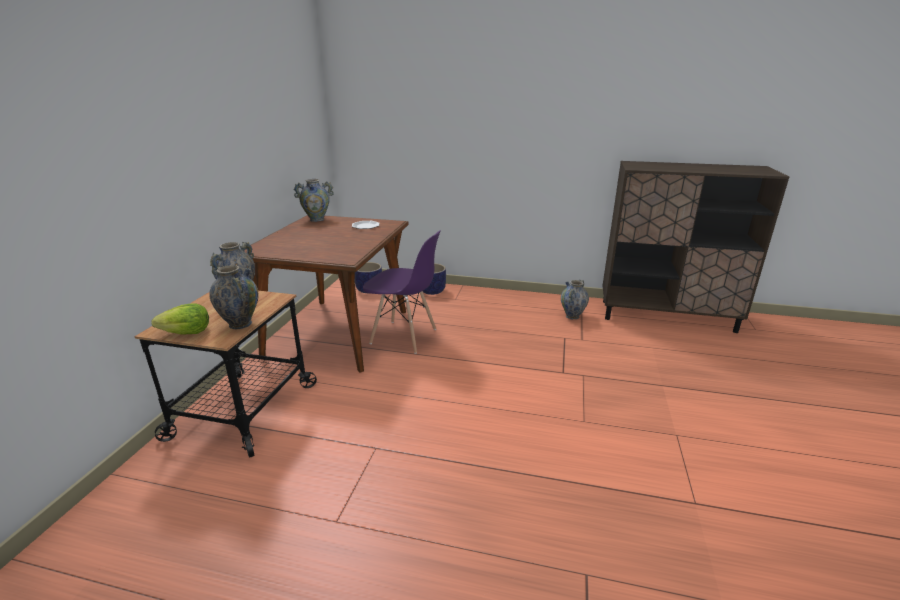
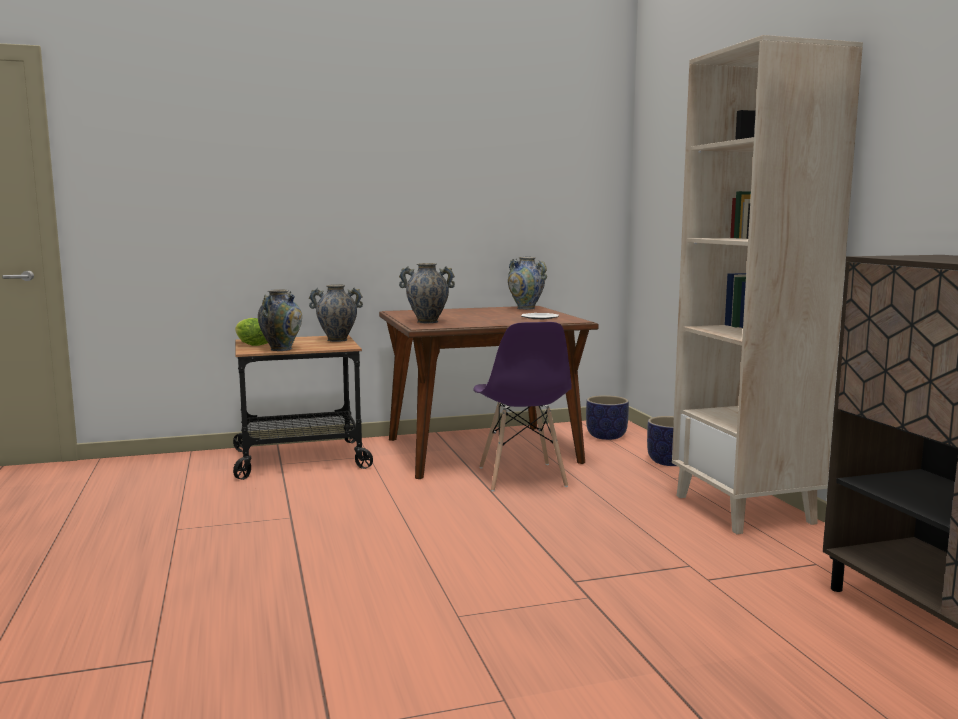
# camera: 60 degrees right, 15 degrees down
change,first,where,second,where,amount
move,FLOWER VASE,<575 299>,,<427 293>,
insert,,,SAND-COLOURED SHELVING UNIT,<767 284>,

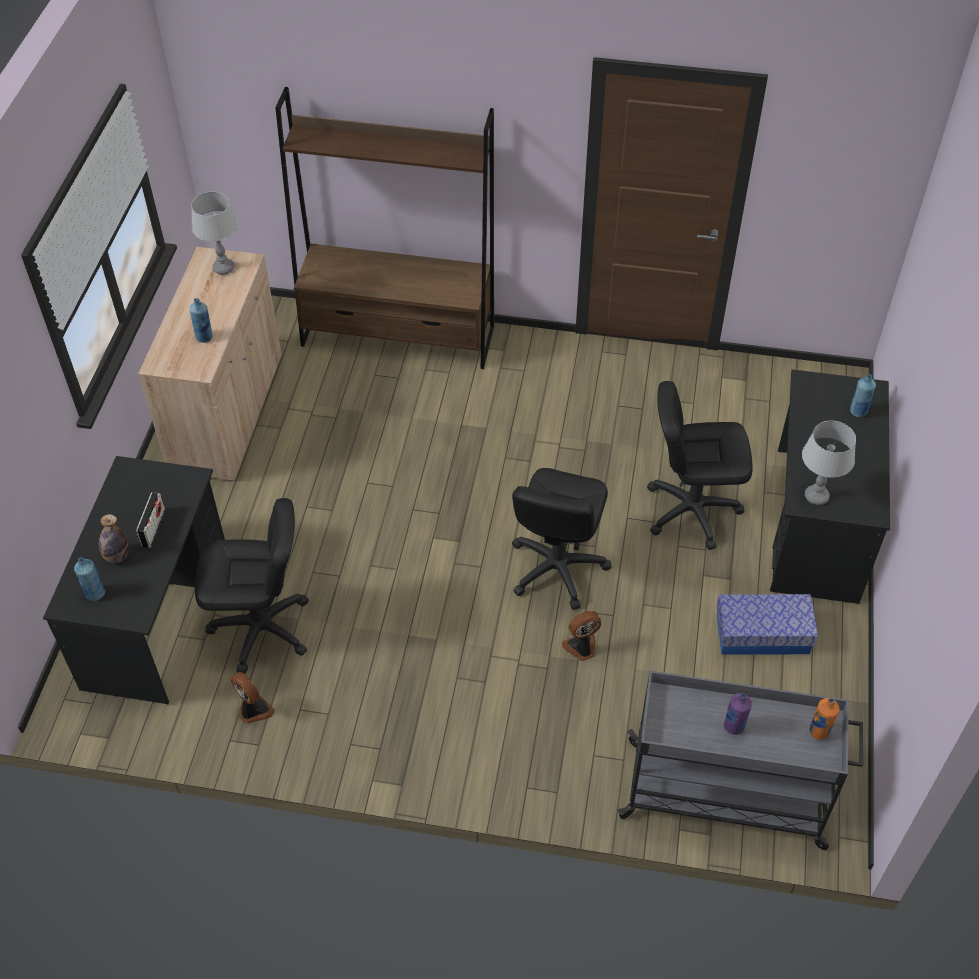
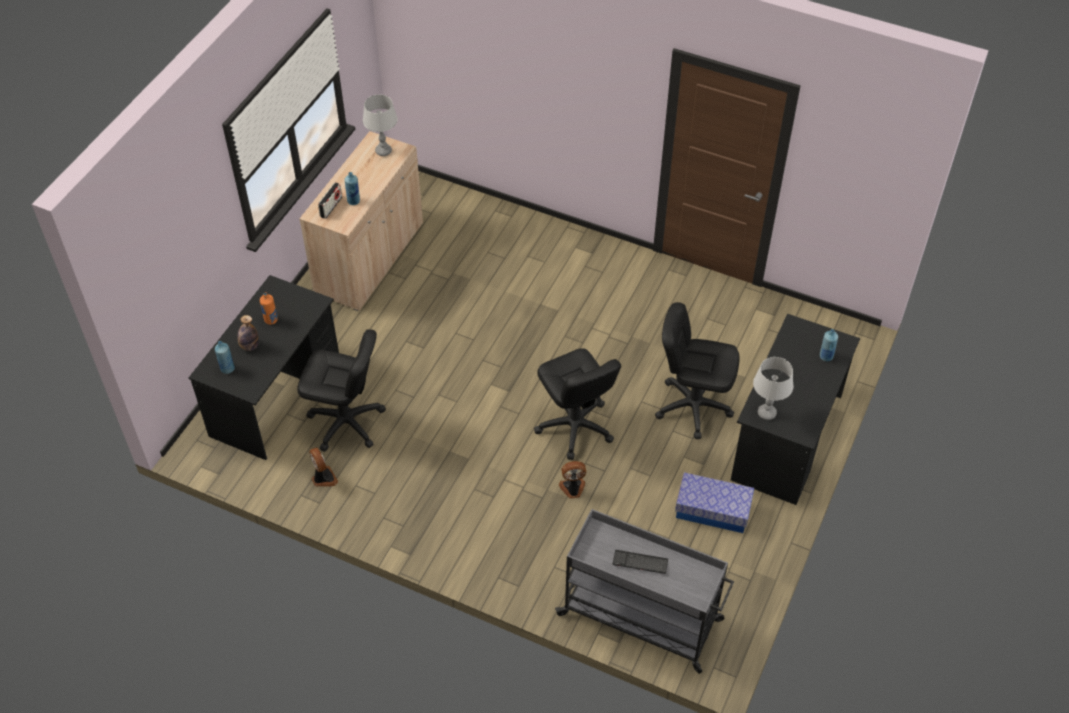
# camera: 15 degrees right, 0 degrees up
change,first,where,second,where,amount
move,ORANGE-COLOURED BEVERAGE BOTTLE,<824 719>,,<269 309>,
move,RADIO RECEIVER,<150 520>,,<330 200>,
rotate,BLACKISH COMPUTER CHAIR,<561 539>,,<577 404>,60 degrees counterclockwise
replace,PURPLE BEVERAGE BOTTLE,<738 714>,KEYBOARD,<640 562>,
delete,BROWN-COLOURED SHELVING UNIT,<384 228>,,,

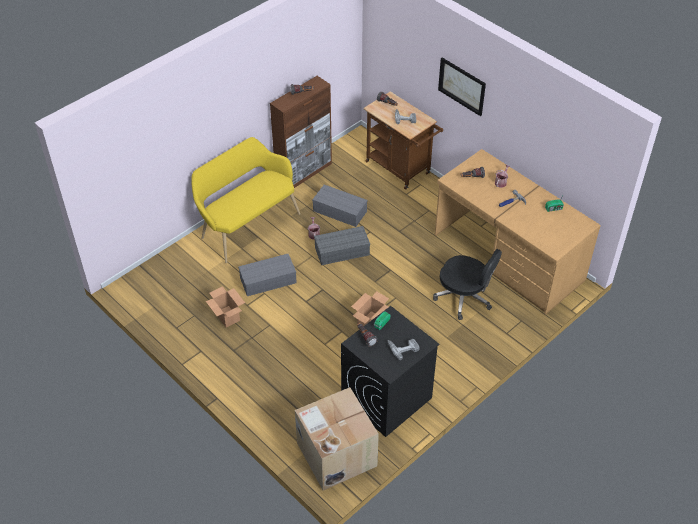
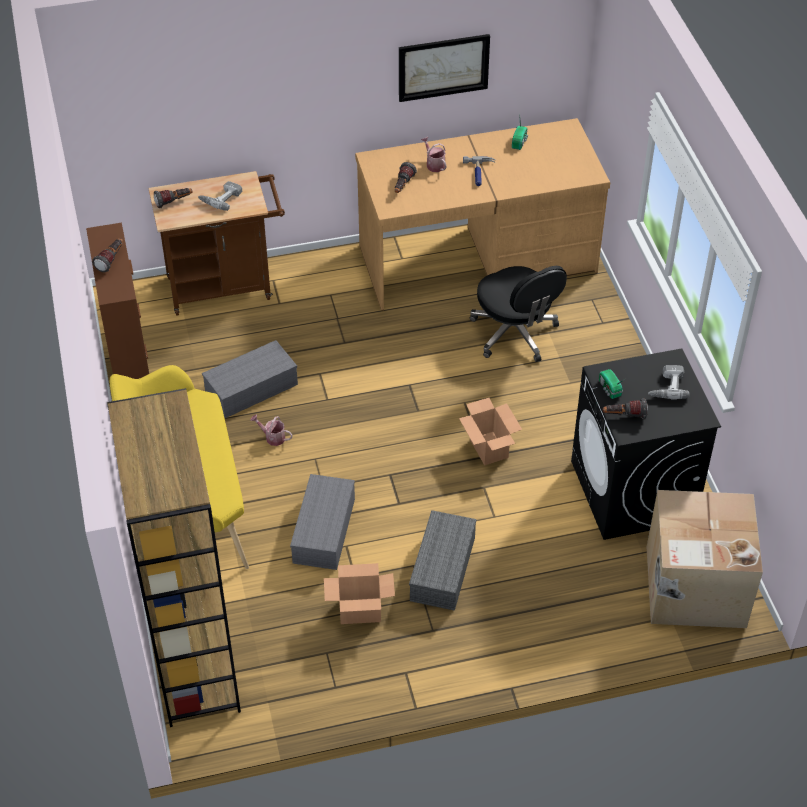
# camera: 60 degrees left, 0 degrees up
change,first,where,second,where,amount
insert,,,BROWN-COLOURED SHELVING UNIT,<174 557>,
move,WALL PICTURE,<462 87>,,<444 68>,
move,GREYISH STORAGE BOX,<342 245>,,<442 560>,
rotate,BLACKISH COMPUTER CHAIR,<467 284>,,<518 314>,90 degrees clockwise

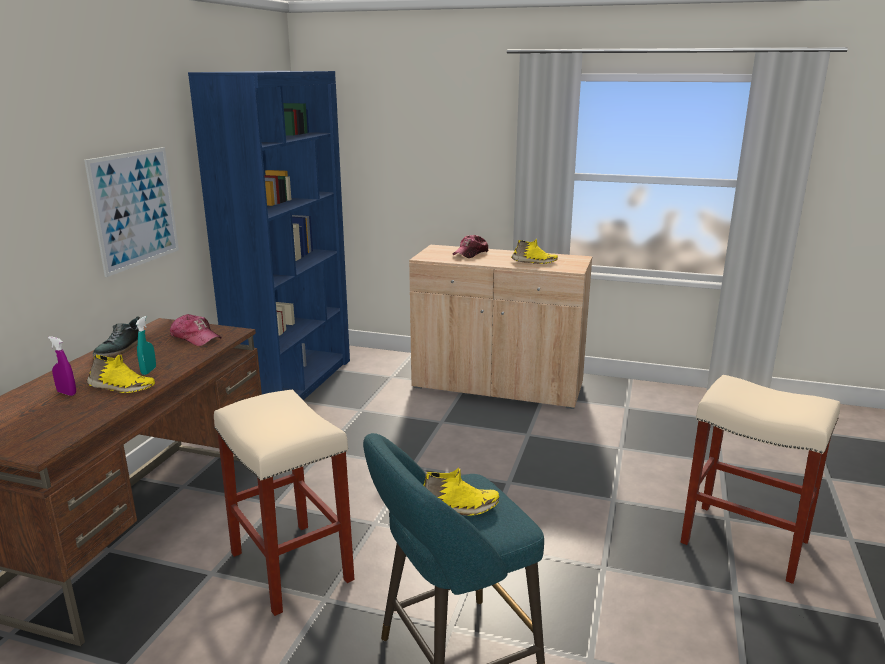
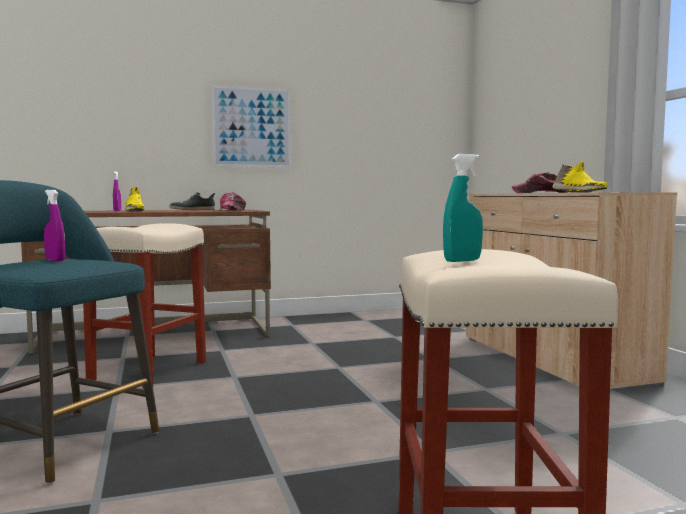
# camera: 55 degrees right, 15 degrees down
change,first,where,second,where,amount
replace,YELLOW-COLOURED ITEM OF FOOTWEAR,<461 492>,PURPLE SPRAY BOTTLE,<54 225>,
move,BLUE-GREEN SPRAY BOTTLE,<146 345>,,<463 208>,
delete,BLUE SHELVING UNIT,<269 235>,,,

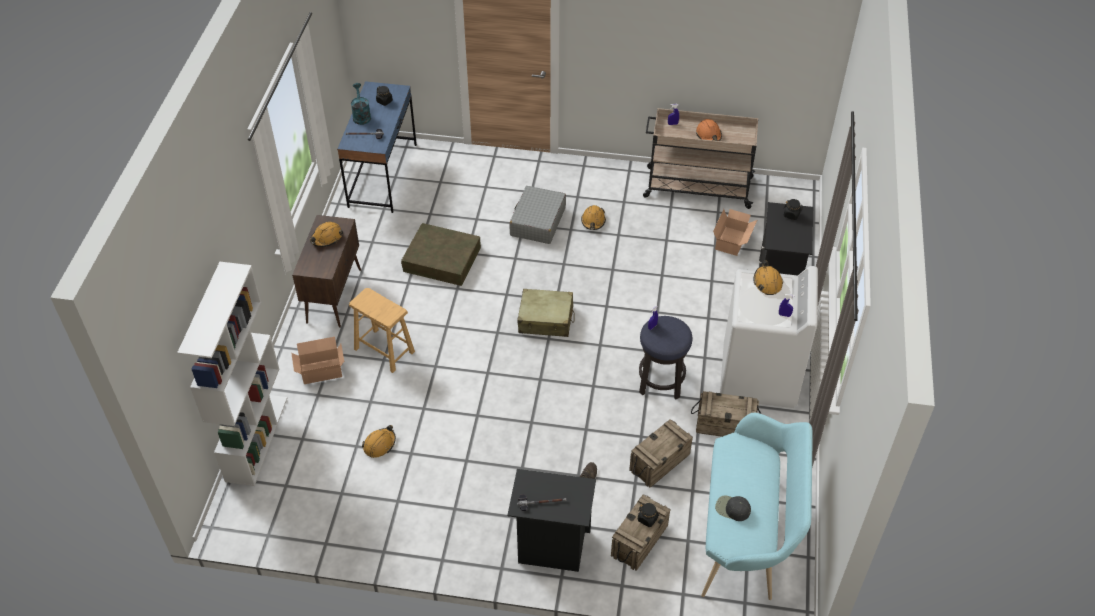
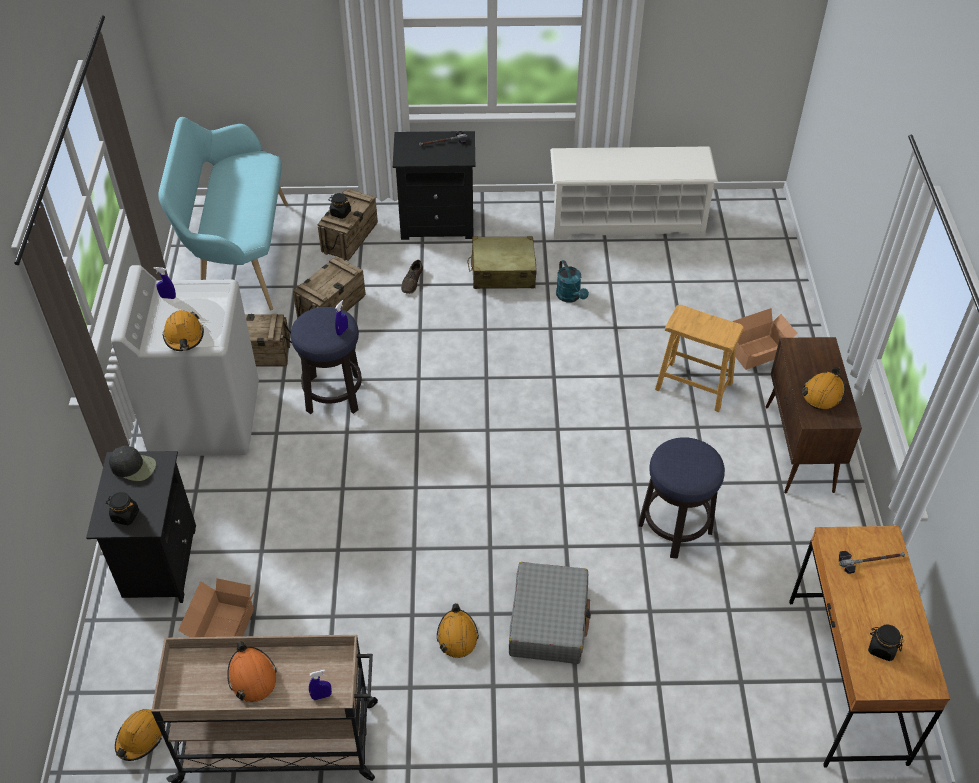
# camera: 170 degrees right, 0 degrees up
change,first,where,second,where,amount
move,BLACKISH BASEBALL CAP,<733 508>,,<132 463>,
move,ORANGE-COLOURED SAFETY HELMET,<379 441>,,<140 735>,
move,SAND-COLOURED SUITCASE,<546 313>,,<502 262>,
insert,,,WHITE SHOE STAND,<634 193>,
move,BLUE-GREEN SPRINKLING CAN,<361 104>,,<572 281>,
replace,BROWN-COLOURED STORAGE BOX,<441 254>,SITTING STOOL,<682 498>,
recolor,BLUE DESK TABLE,<377 147>,BROWN-COLOURED DESK TABLE,<869 646>,
delete,WHITE SHELVING UNIT,<232 374>,,,

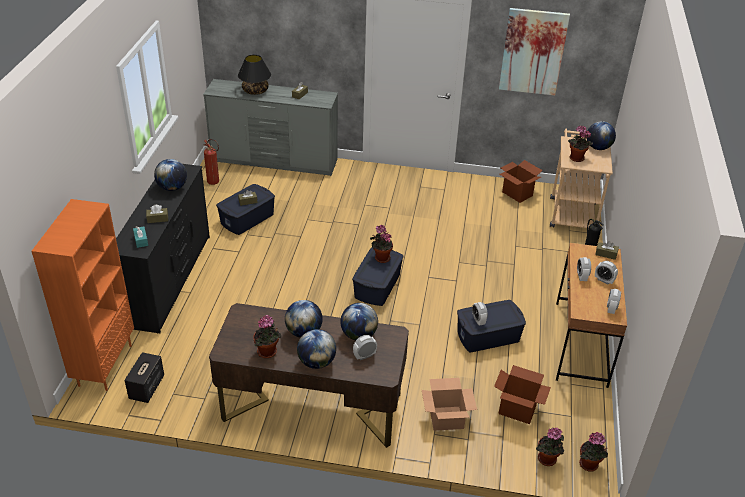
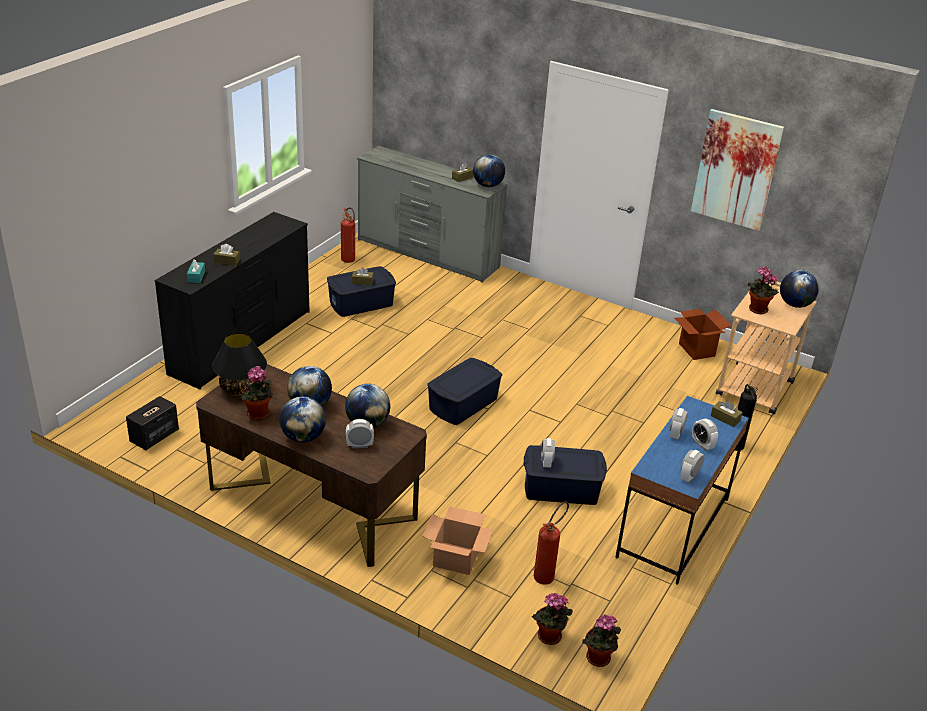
# camera: 20 degrees right, 5 degrees down
change,first,where,second,where,amount
move,BLACKISH TABLE LAMP,<254 75>,,<239 364>,
move,GLOBE,<170 175>,,<489 170>,
replace,PACKING BOX,<522 394>,FIRE-FIGHTING CYLINDER,<551 543>,
recolor,BROWN-COLOURED DESK TABLE,<591 315>,BLUE DESK TABLE,<682 490>,
delete,ORANGE-COLOURED SHELVING UNIT,<83 295>,,,
delete,POTTED PLANT,<381 244>,,,

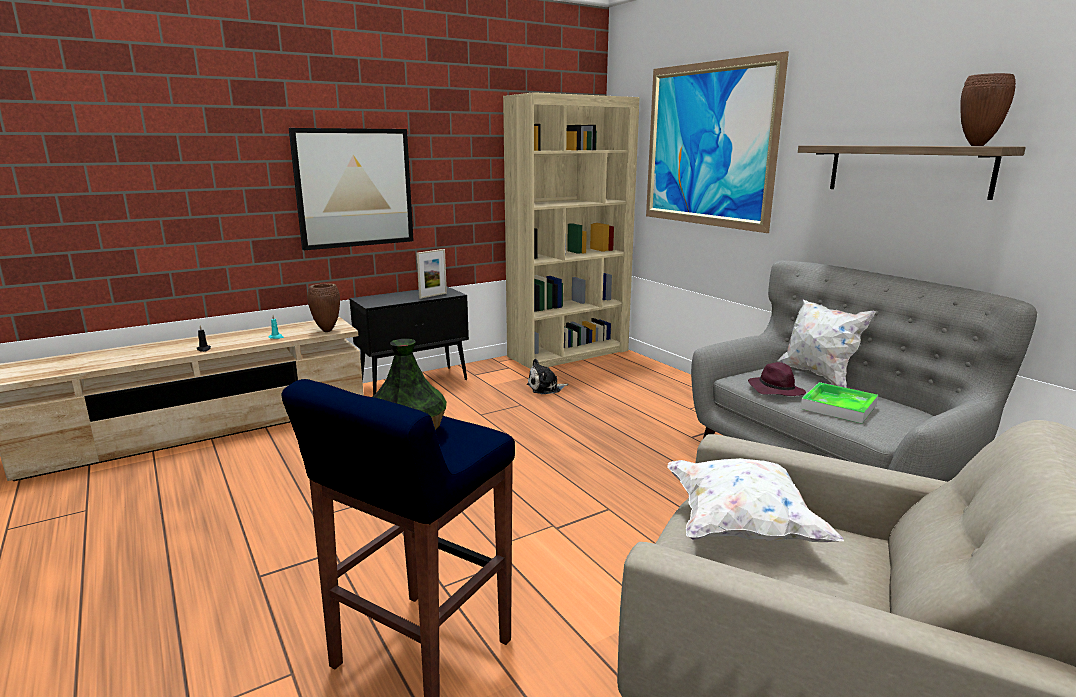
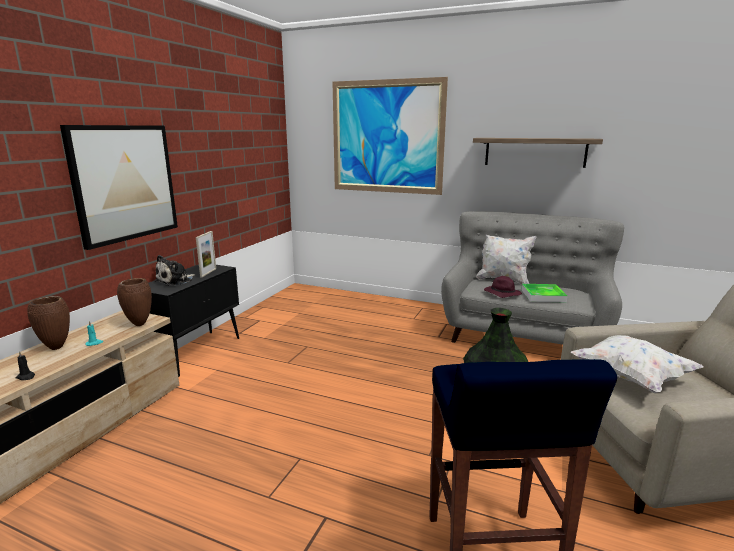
# camera: 35 degrees left, 0 degrees up
change,first,where,second,where,amount
move,BROWN-COLOURED FLOWER VASE,<988 109>,,<48 323>,
move,PLUSH TOY,<548 376>,,<174 270>,
delete,SAND-COLOURED SHELVING UNIT,<571 230>,,,

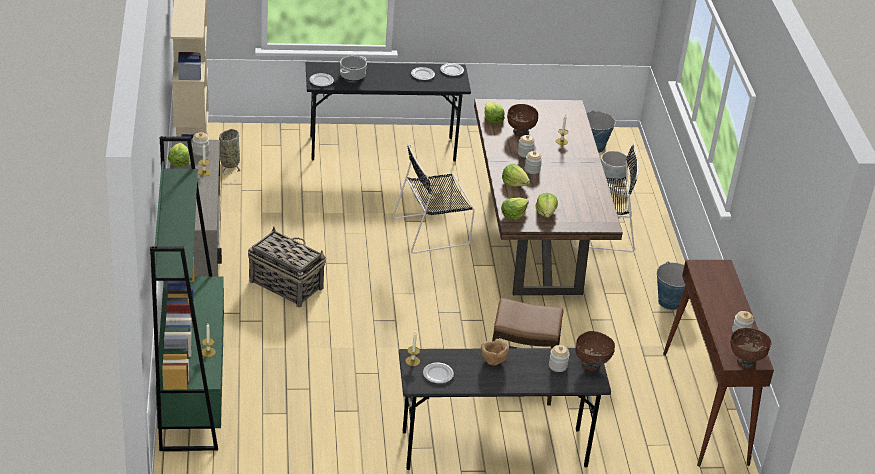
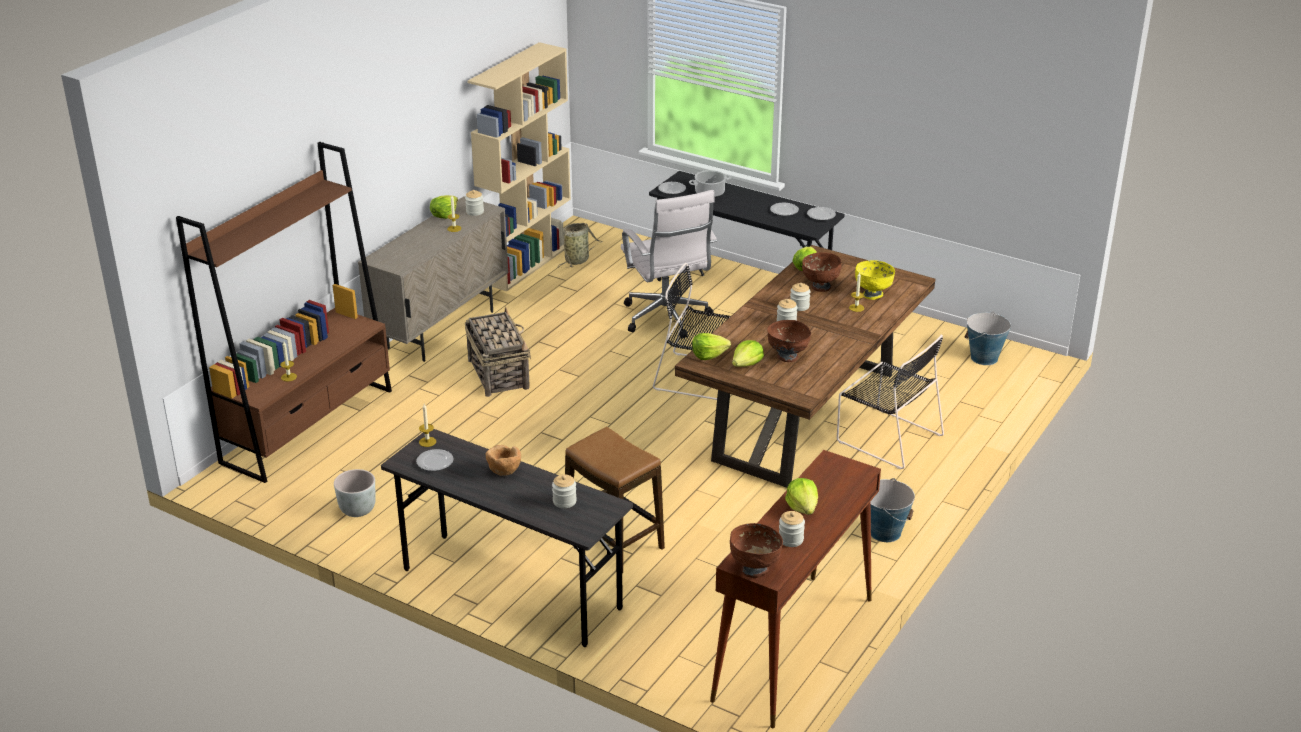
# camera: 40 degrees right, 5 degrees down
change,first,where,second,where,amount
recolor,GREENISH SHELVING UNIT,<187 293>,BROWN-COLOURED SHELVING UNIT,<284 312>,
move,GREYISH PLANTER,<615 167>,,<355 493>,
insert,,,WHITE COMPUTER CHAIR,<669 264>,
move,BROWN-COLOURED DEEP DISH,<595 351>,,<789 341>,
move,LETTUCE,<516 175>,,<801 496>,
insert,,,YELLOW-COLOURED DEEP DISH,<875 280>,

